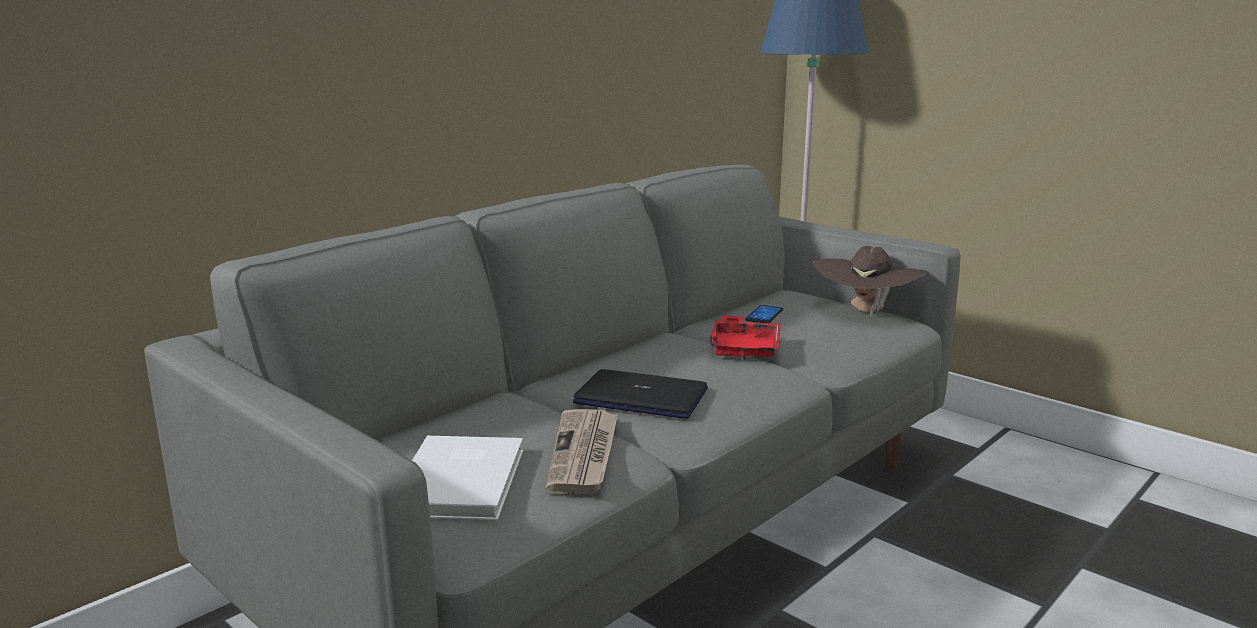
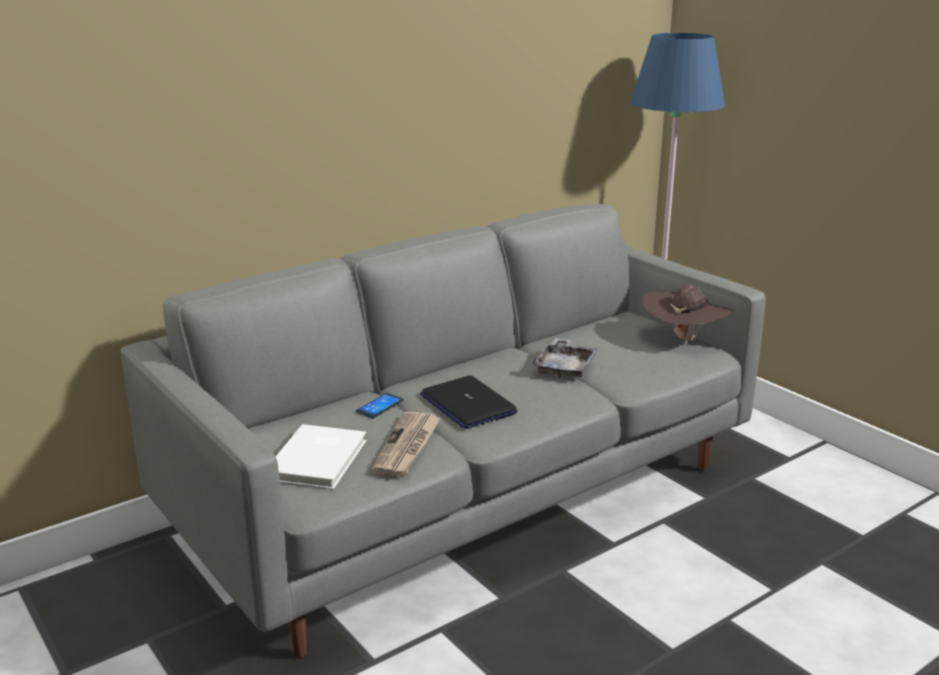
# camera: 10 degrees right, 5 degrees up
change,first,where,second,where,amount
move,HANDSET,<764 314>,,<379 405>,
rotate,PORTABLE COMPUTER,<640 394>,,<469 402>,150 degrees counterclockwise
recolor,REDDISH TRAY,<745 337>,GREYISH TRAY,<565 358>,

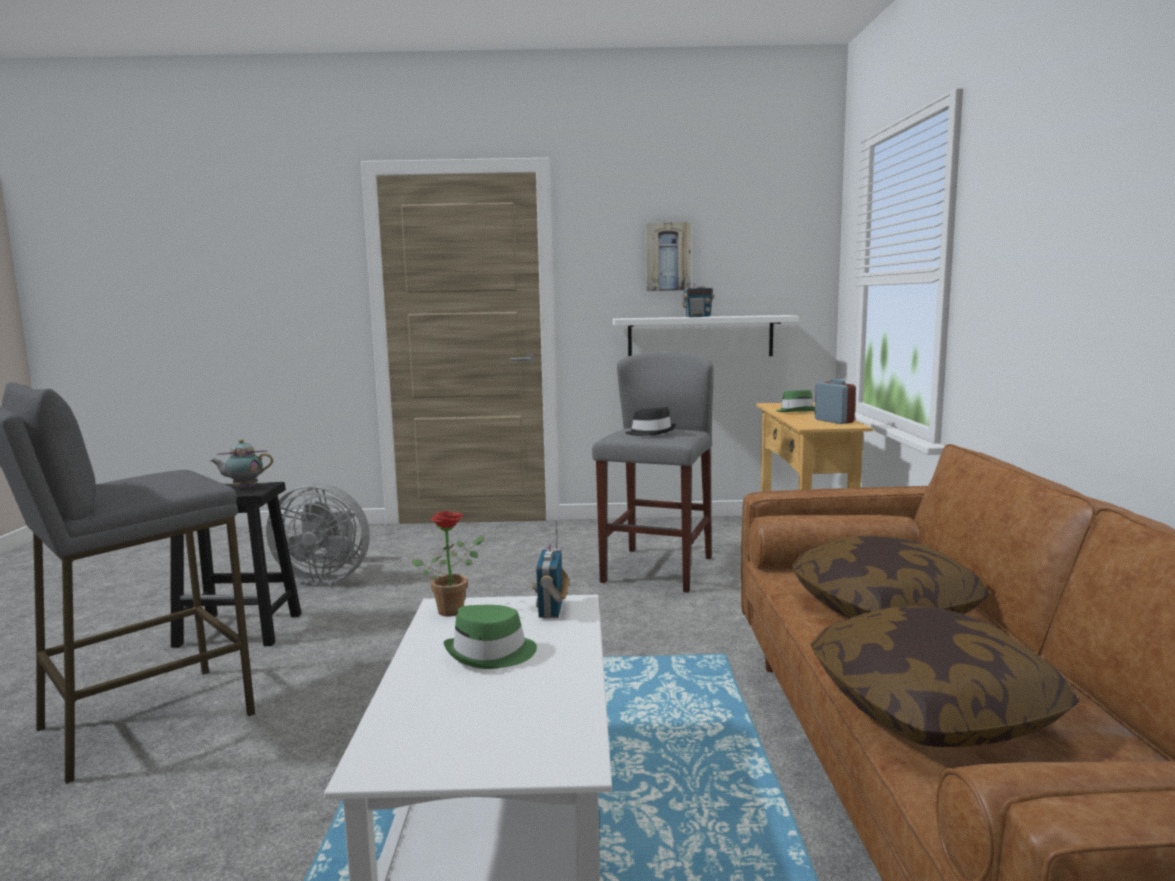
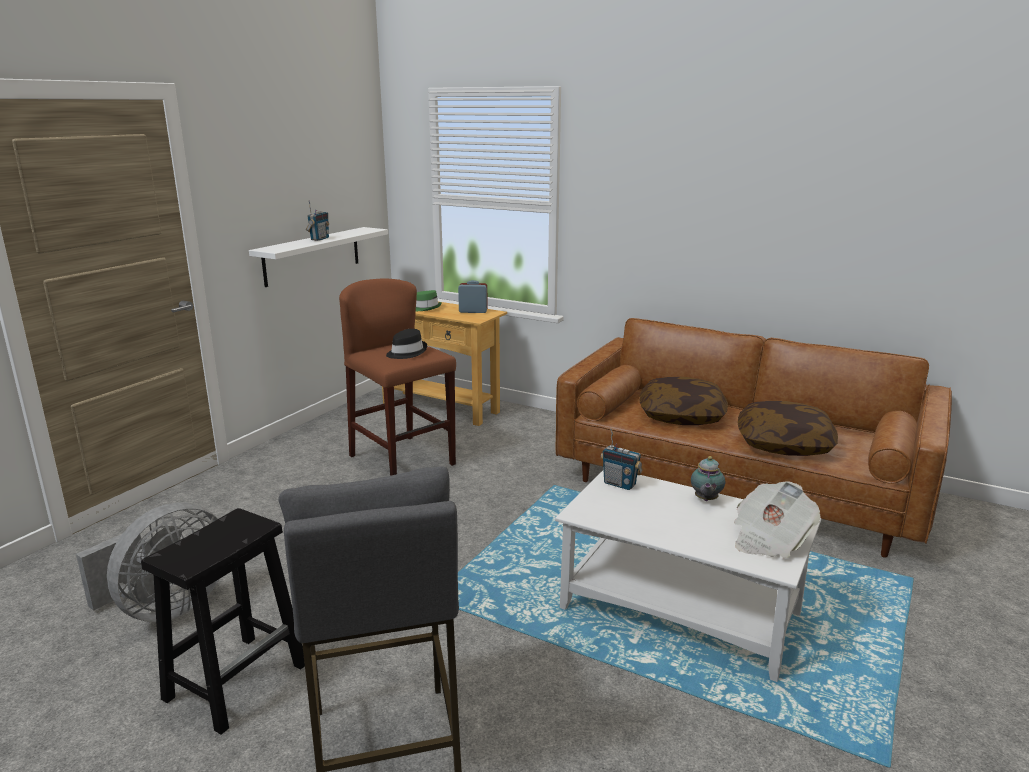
# camera: 60 degrees left, 10 degrees up
change,first,where,second,where,amount
recolor,GREYISH SITTING STOOL,<652 472>,BROWN-COLOURED SITTING STOOL,<397 377>,
move,TEA POT,<242 463>,,<708 478>,
insert,,,PRINTED PAPER,<777 519>,
delete,POTTED PLANT,<448 563>,,,
delete,GREENISH CLOTHING HAT,<490 637>,,,
delete,WALL PICTURE,<668 256>,,,

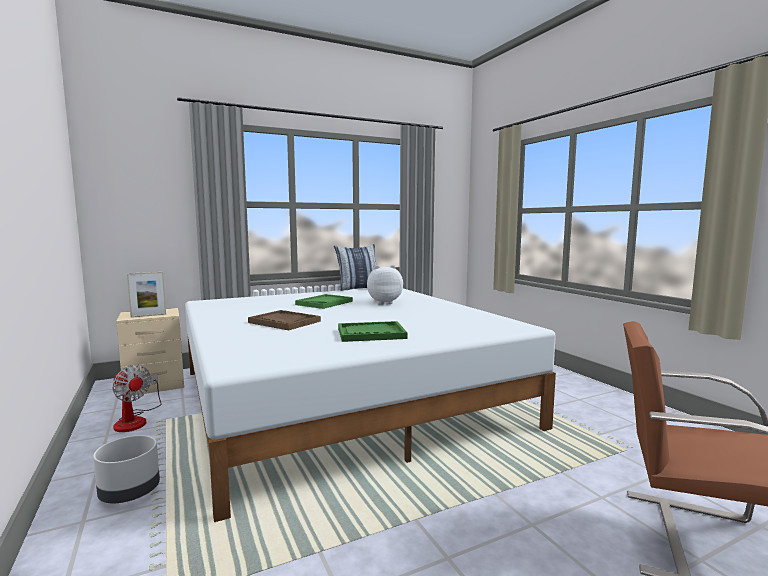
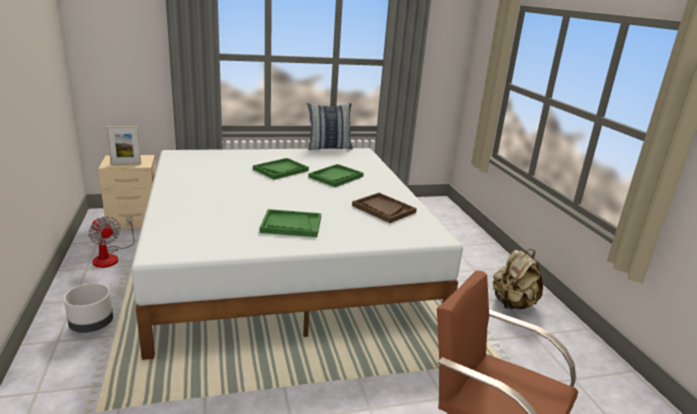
# camera: 10 degrees right, 15 degrees up
change,first,where,second,where,amount
replace,PLUSH TOY,<385 285>,GREENISH TRAY,<336 175>,
move,BROWN-COLOURED TRAY,<284 320>,,<384 208>,
insert,,,SAND-COLOURED RUCKSACK,<518 279>,

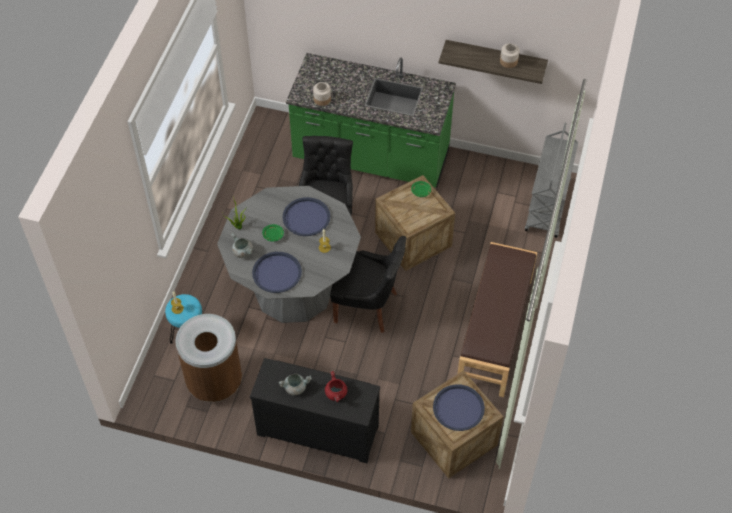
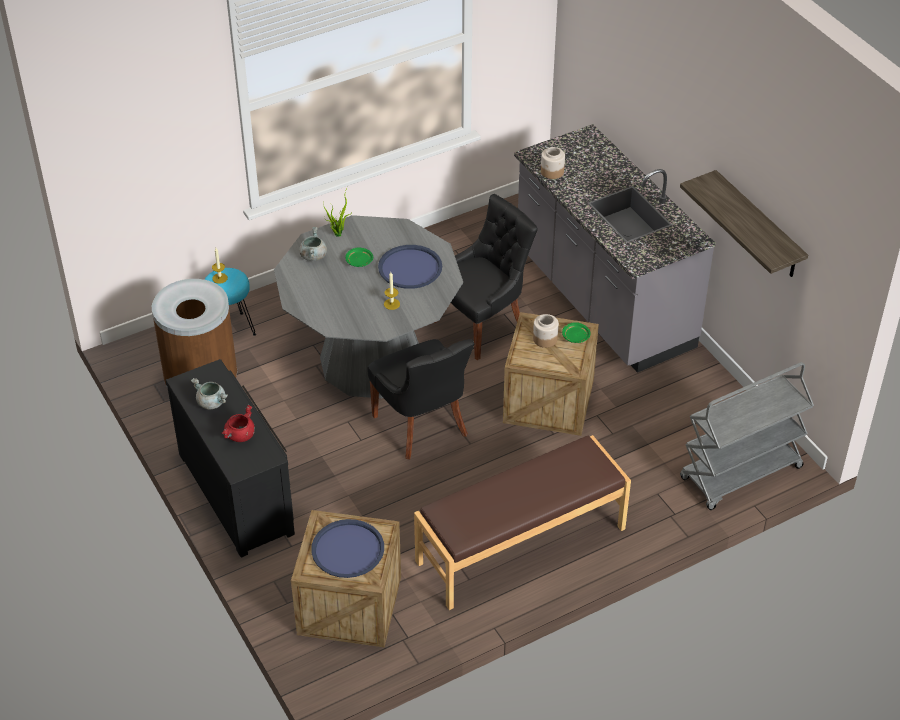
# camera: 45 degrees right, 10 degrees down
change,first,where,second,where,amount
recolor,GREENISH KITCHEN COUNTER,<371 120>,GREYISH KITCHEN COUNTER,<615 248>,
move,STORAGE JAR,<509 55>,,<546 331>,
delete,BLUE TRAY,<277 272>,,,

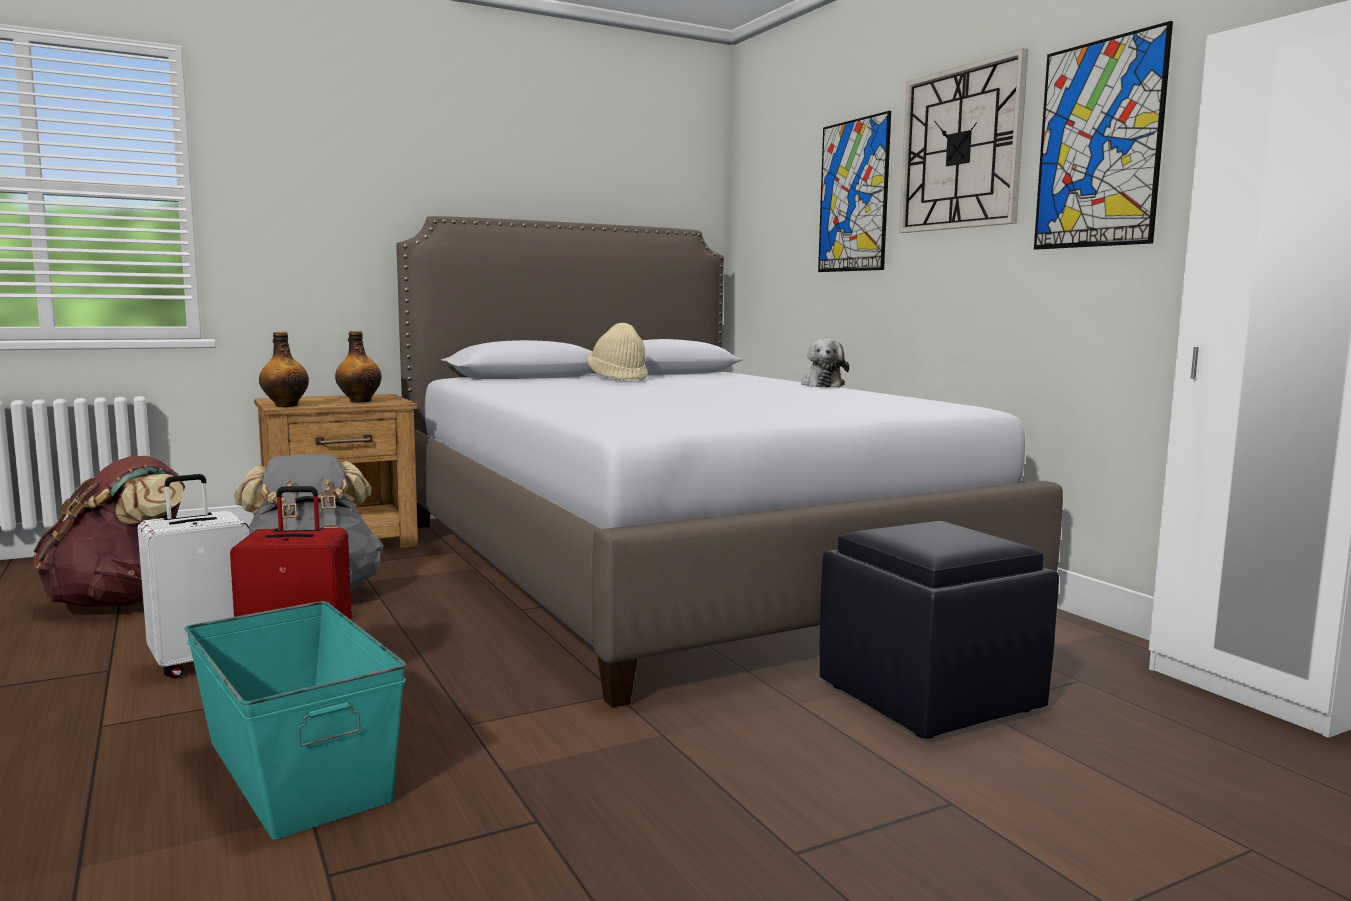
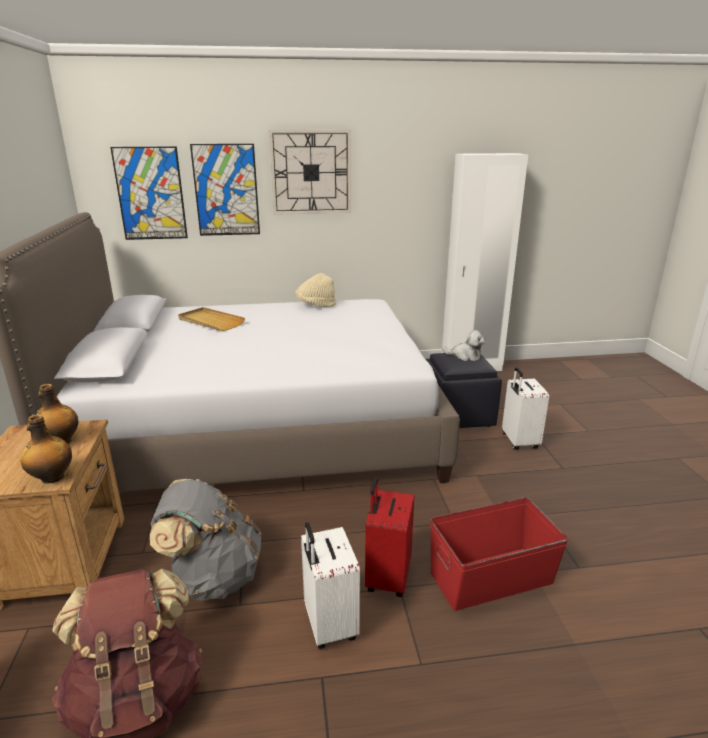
# camera: 70 degrees left, 15 degrees up
change,first,where,second,where,amount
move,WALL PICTURE,<1103 135>,,<149 193>,
insert,,,SAND-COLOURED TRAY,<211 319>,
move,SAND-COLOURED CLOTHING HAT,<617 352>,,<315 290>,
recolor,BLUE-GREEN STORAGE BOX,<295 720>,REDDISH STORAGE BOX,<499 554>,
move,PLUSH TOY,<825 363>,,<463 345>,
insert,,,WHITE SUITCASE,<525 408>,

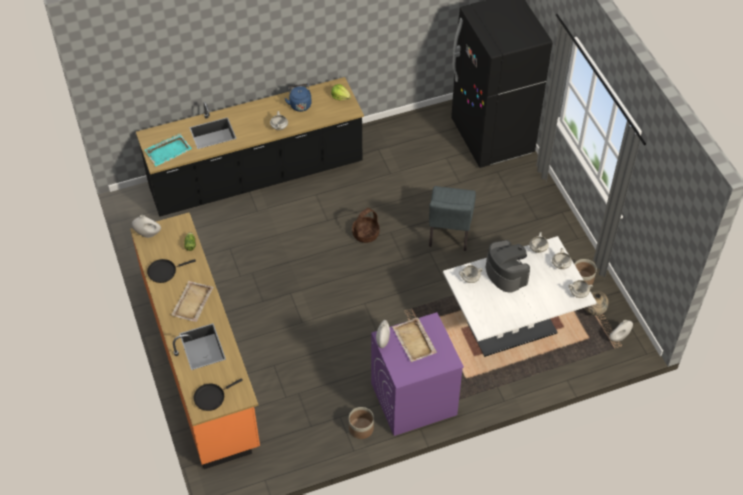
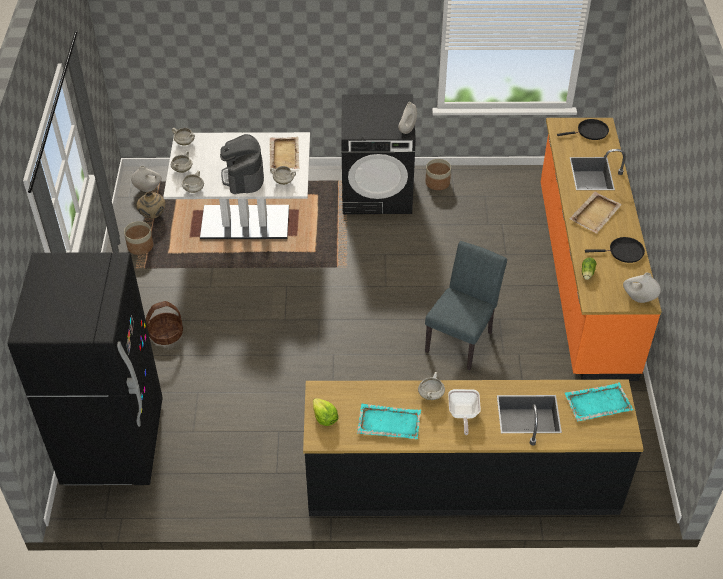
# camera: 160 degrees left, 5 degrees down
change,first,where,second,where,amount
move,BASKET,<366 225>,,<164 323>,
move,SAND-COLOURED TRAY,<414 339>,,<285 153>,
recolor,PURPLE LAUNDRY MACHINE,<417 374>,BLACKISH LAUNDRY MACHINE,<378 154>,
replace,BLUE TEA KETTLE,<298 98>,BLUE-GREEN TRAY,<389 421>,
move,GREYISH PLAIN CHAIR,<452 218>,,<466 306>,
insert,,,PAN,<464 412>,

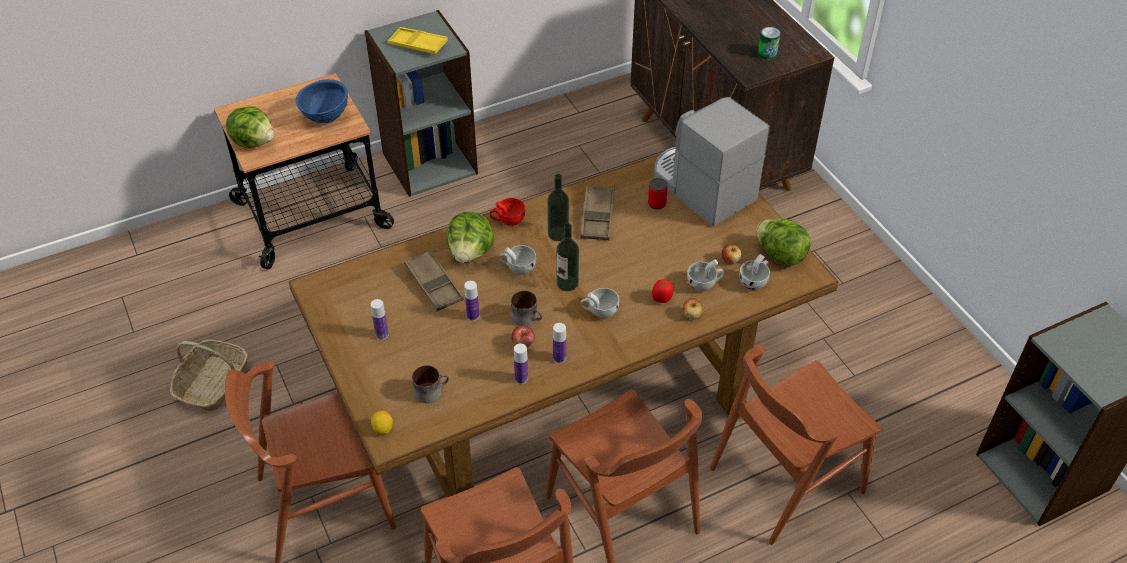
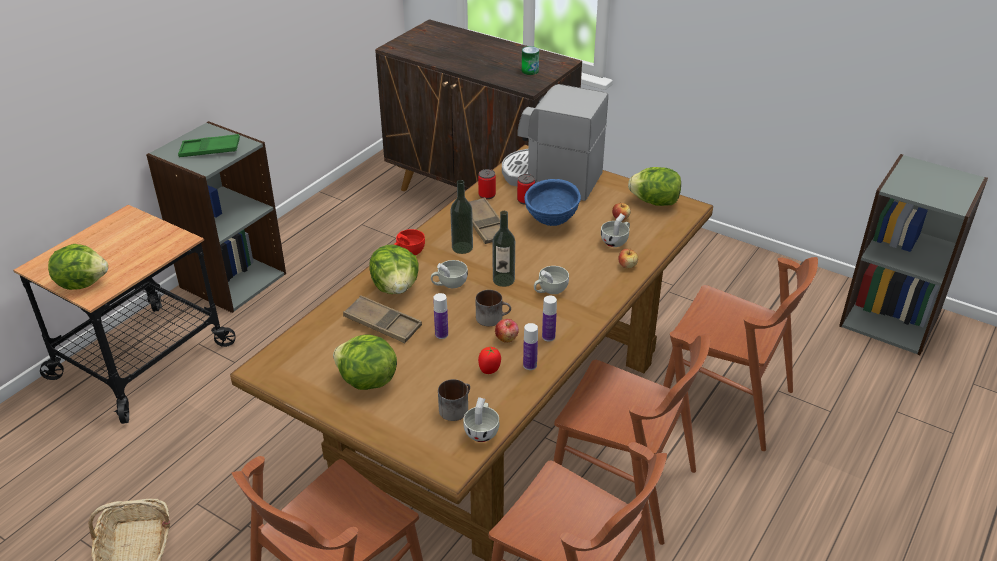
# camera: 30 degrees left, 10 degrees down
change,first,where,second,where,amount
recolor,YELLOW-COLOURED TRAY,<417 40>,GREENISH TRAY,<209 145>,
replace,BEVERAGE BOTTLE,<380 319>,LETTUCE,<365 362>,
move,WHITE DRINKING CUP,<754 272>,,<481 419>,
insert,,,SEALED CAN,<487 184>,
move,TOMATO,<663 291>,,<489 360>,
move,BLUE DEEP DISH,<322 101>,,<552 202>,
rotate,BROWN-COLOURED PLAIN CHAIR,<796 445>,,<740 354>,90 degrees counterclockwise
delete,WHOLE LEMON,<382 422>,,,

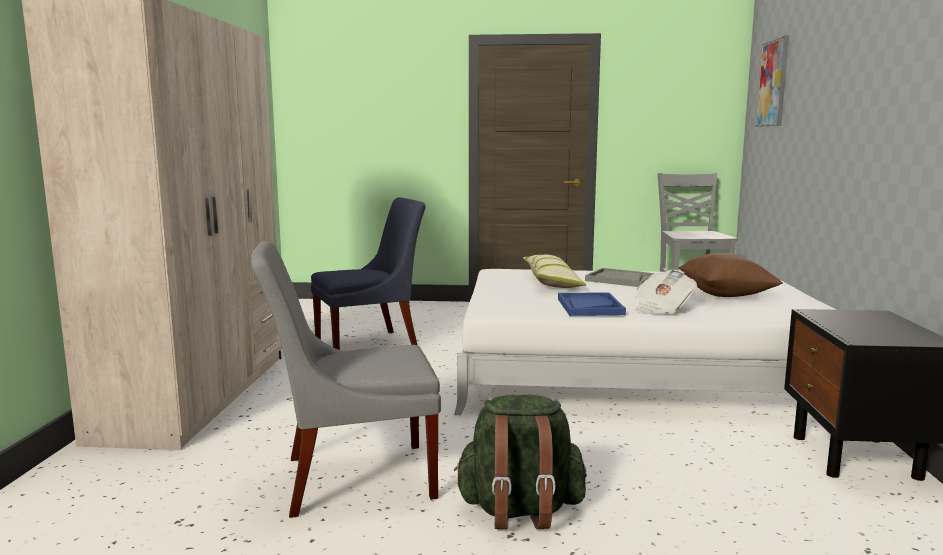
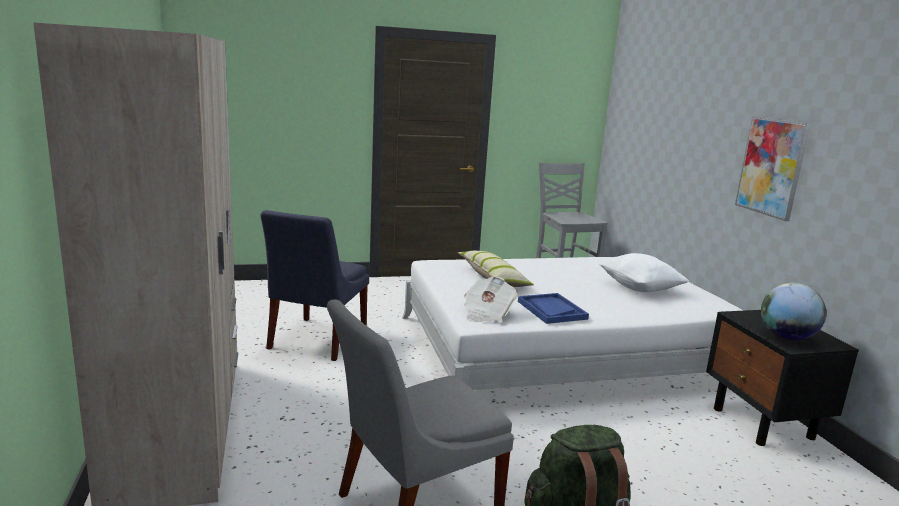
# camera: 20 degrees left, 5 degrees up
change,first,where,second,where,amount
rotate,BLUE PLAIN CHAIR,<368 273>,,<314 285>,150 degrees clockwise
move,PRINTED PAPER,<666 292>,,<490 299>,
recolor,BROWN-COLOURED PILLOW,<730 275>,WHITE PILLOW,<644 272>,
move,WALL PICTURE,<772 81>,,<773 168>,
insert,,,GLOBE,<793 312>,
delete,GREYISH TRAY,<620 277>,,,

